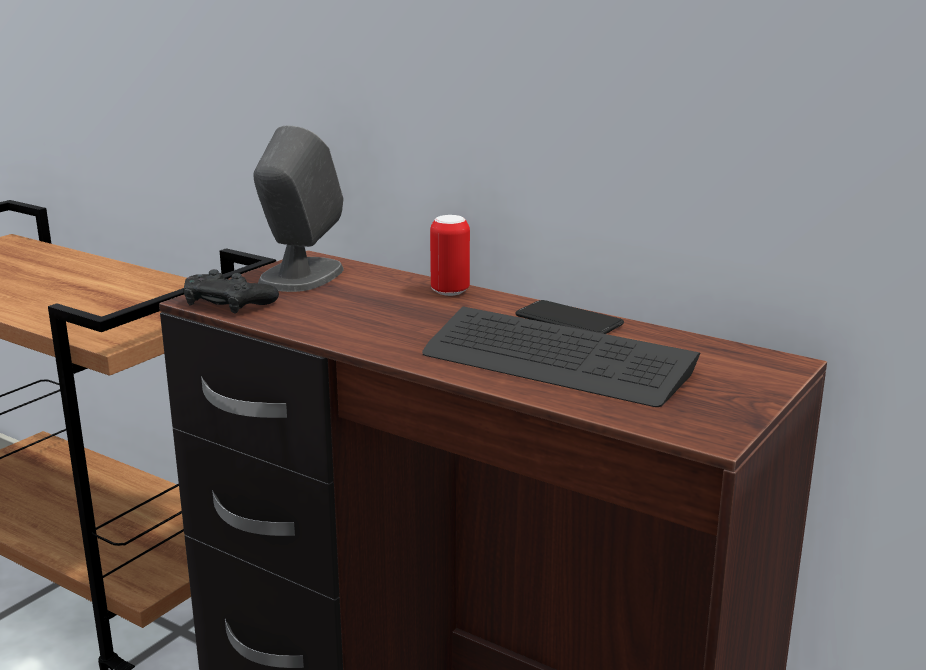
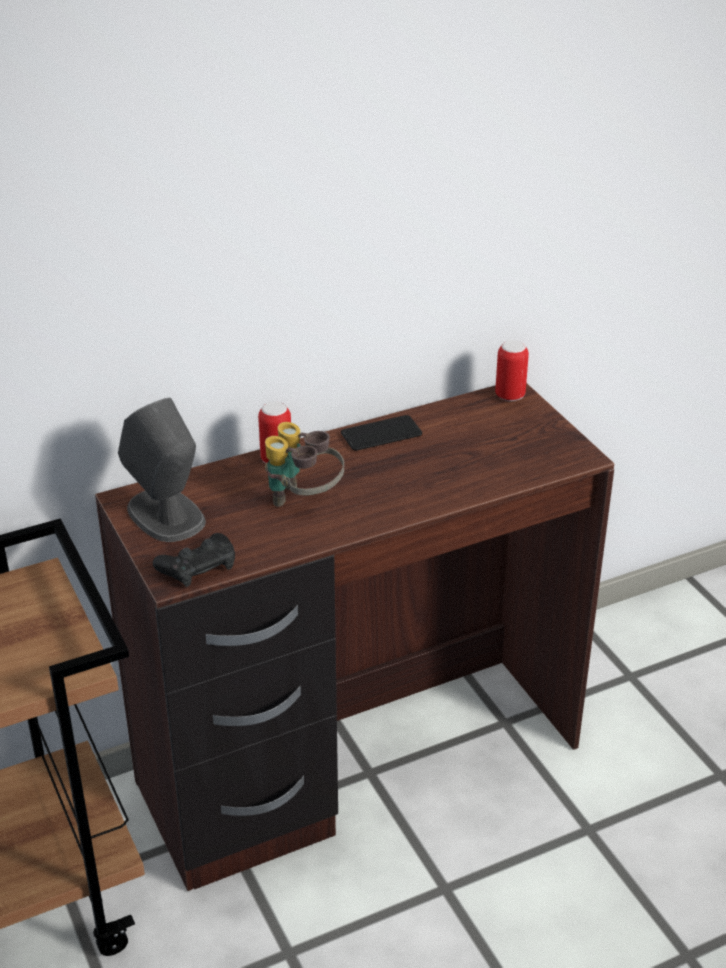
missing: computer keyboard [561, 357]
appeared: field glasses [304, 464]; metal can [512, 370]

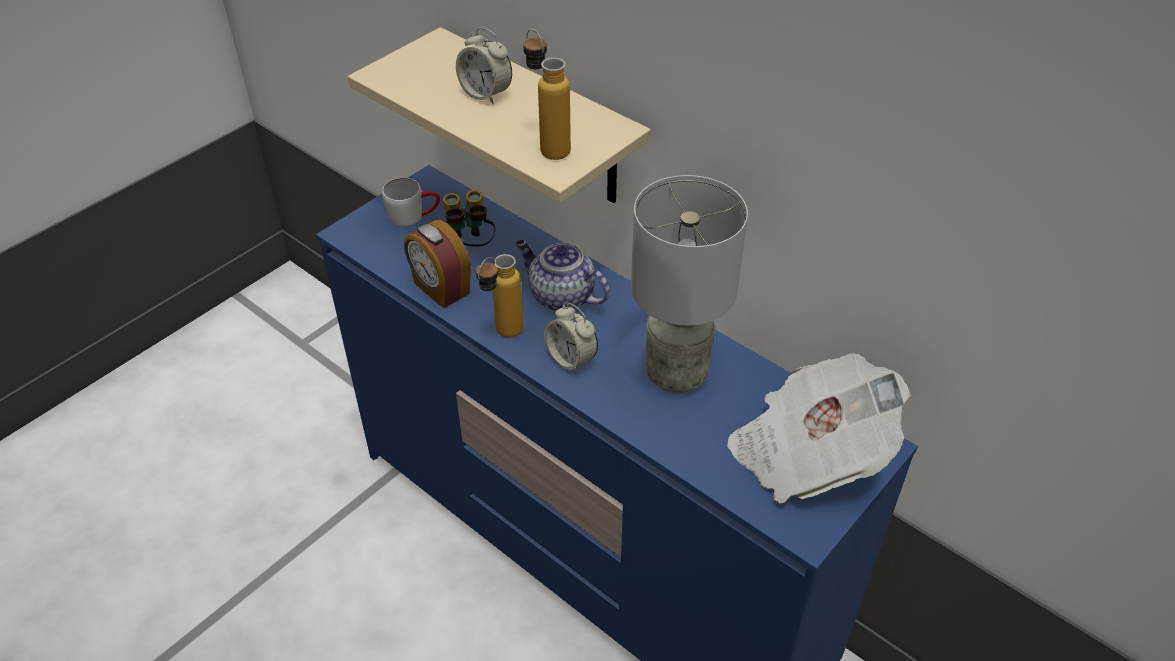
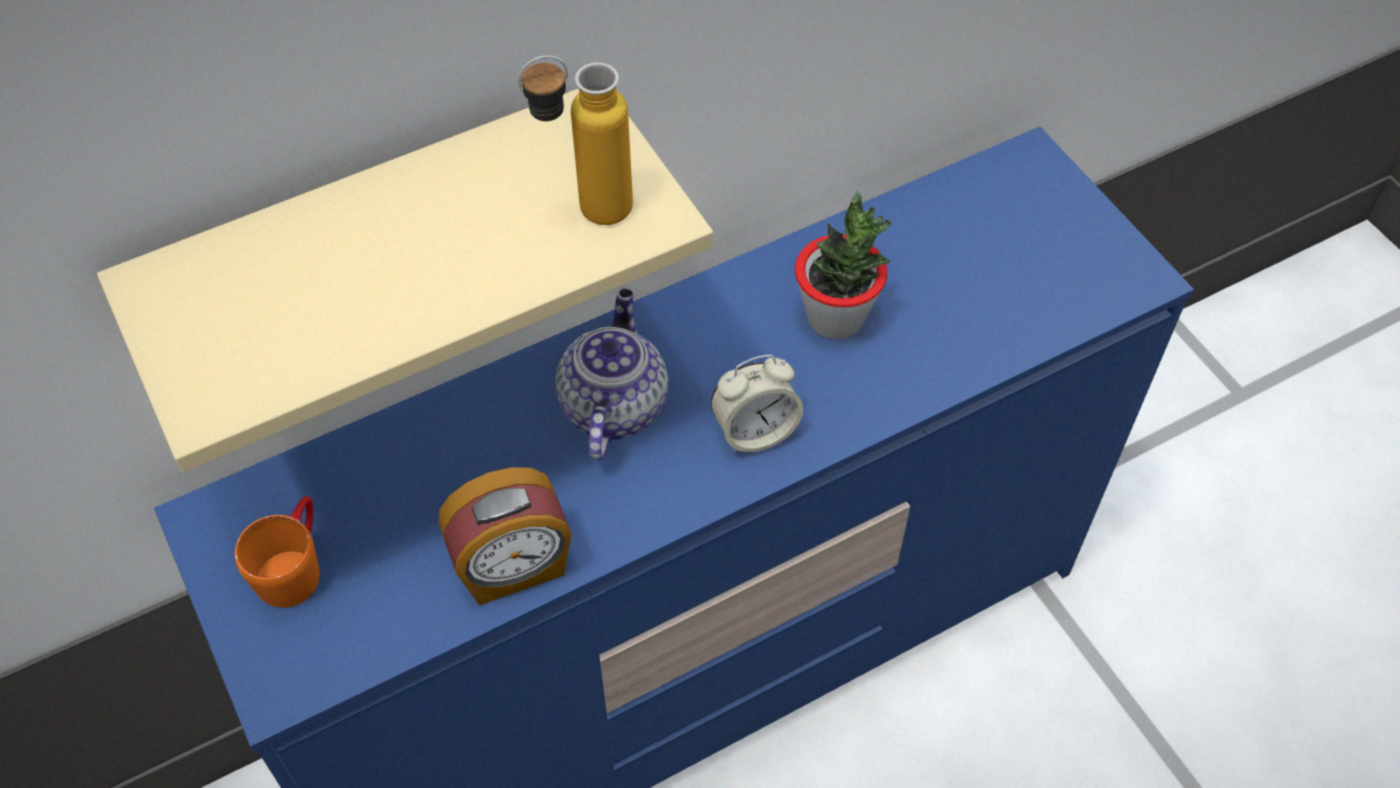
missing: field glasses [469, 218]; bedside clock [484, 65]; drink bottle [499, 296]; newspaper [819, 428]
exchanged: table lamp (gray) [689, 284] to potted plant [843, 266]
colour: tea mug (white-coloured) [411, 202] to tea mug (orange) [277, 552]
spun: tea pot [563, 275] = [611, 375] 135 degrees clockwise

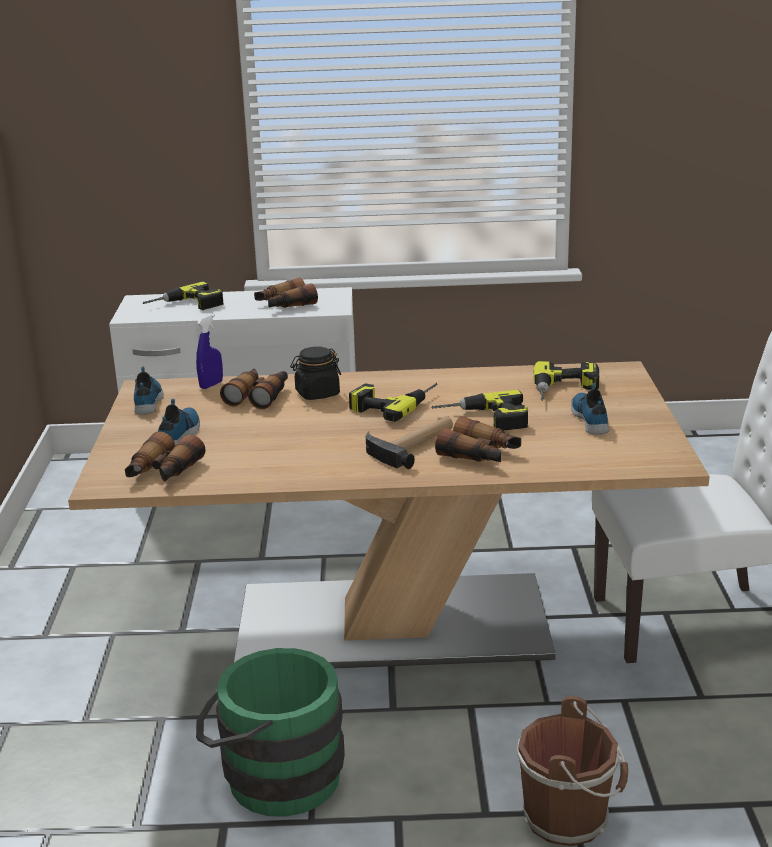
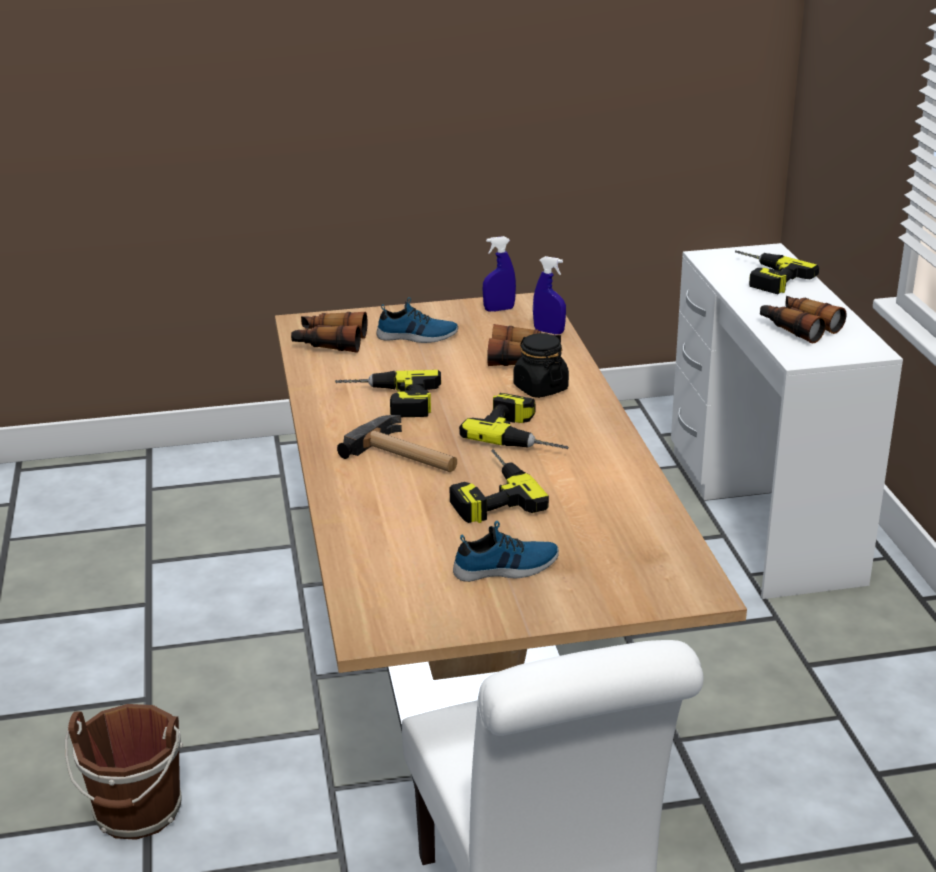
missing: water bucket (green-coloured) [270, 732]; field glasses [478, 439]
relocated: power drill [566, 381] to [388, 393]
exchanged: item of footwear [149, 390] to spray bottle (blue) [499, 274]

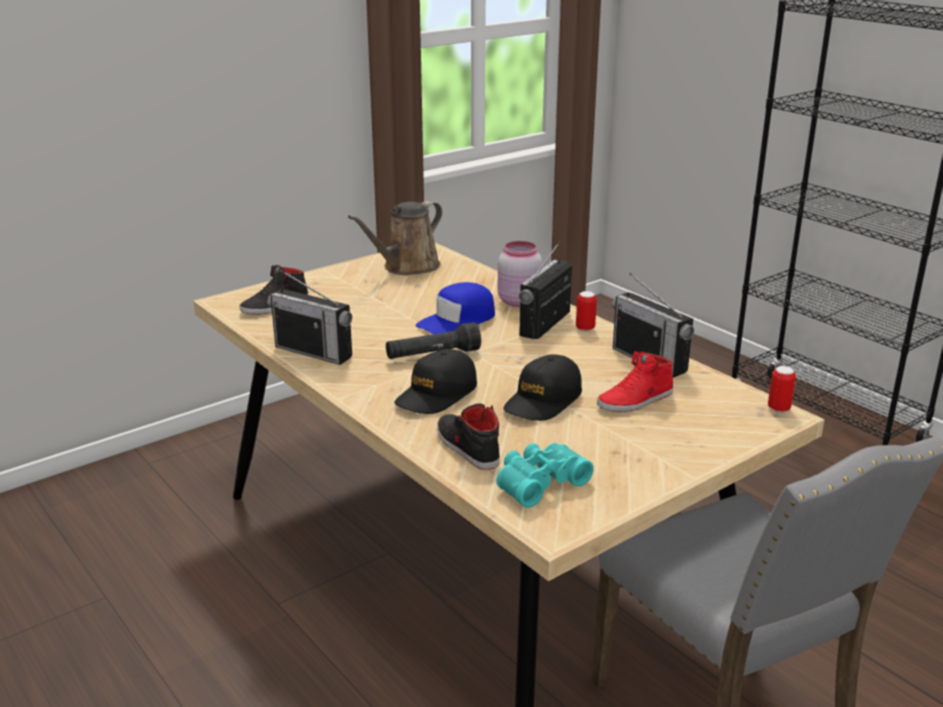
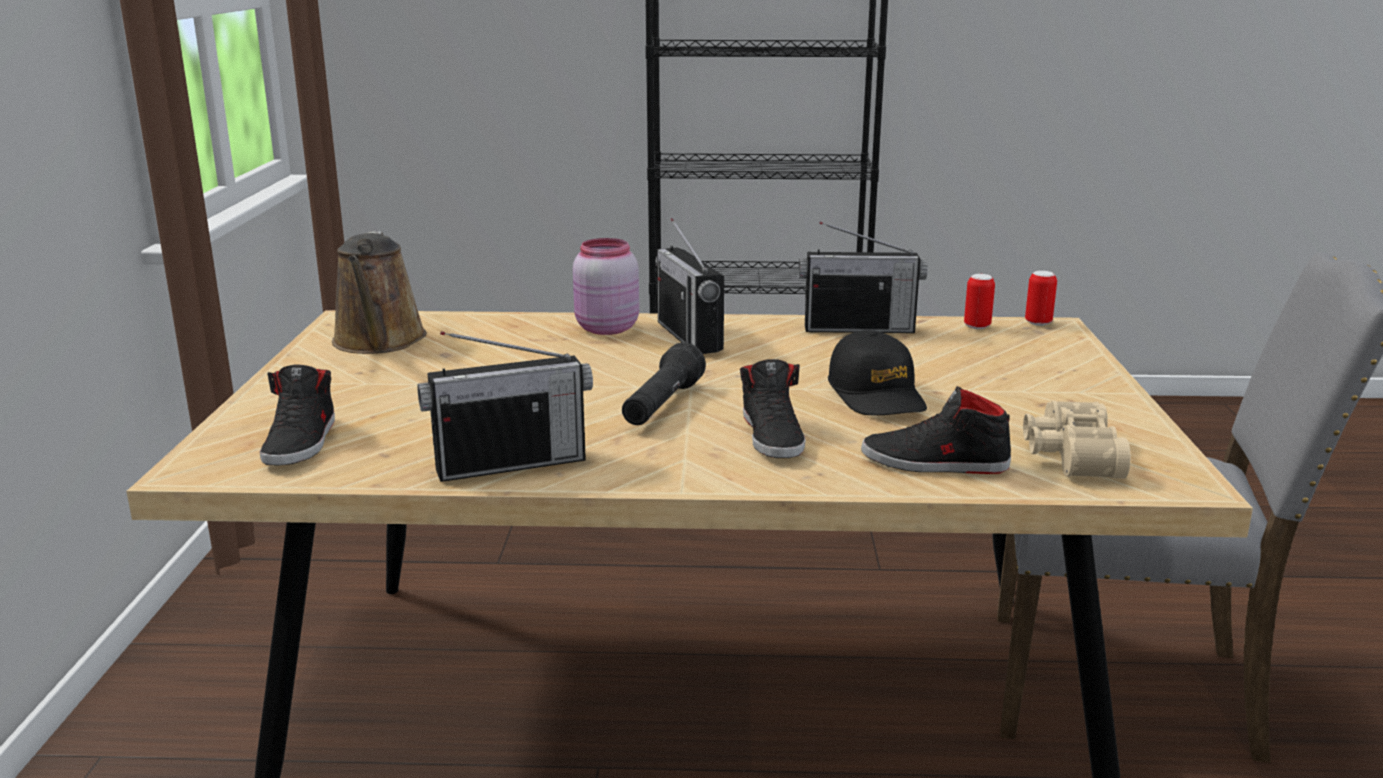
missing: cap (blue) [455, 308]; item of footwear (reddish) [635, 381]
relocated: metal can [586, 311] to [979, 301]
exchanged: cap (blackish) [435, 381] to item of footwear (blackish) [773, 408]
colour: field glasses (turquoise-coloured) [545, 475] to field glasses (sand-coloured) [1077, 439]

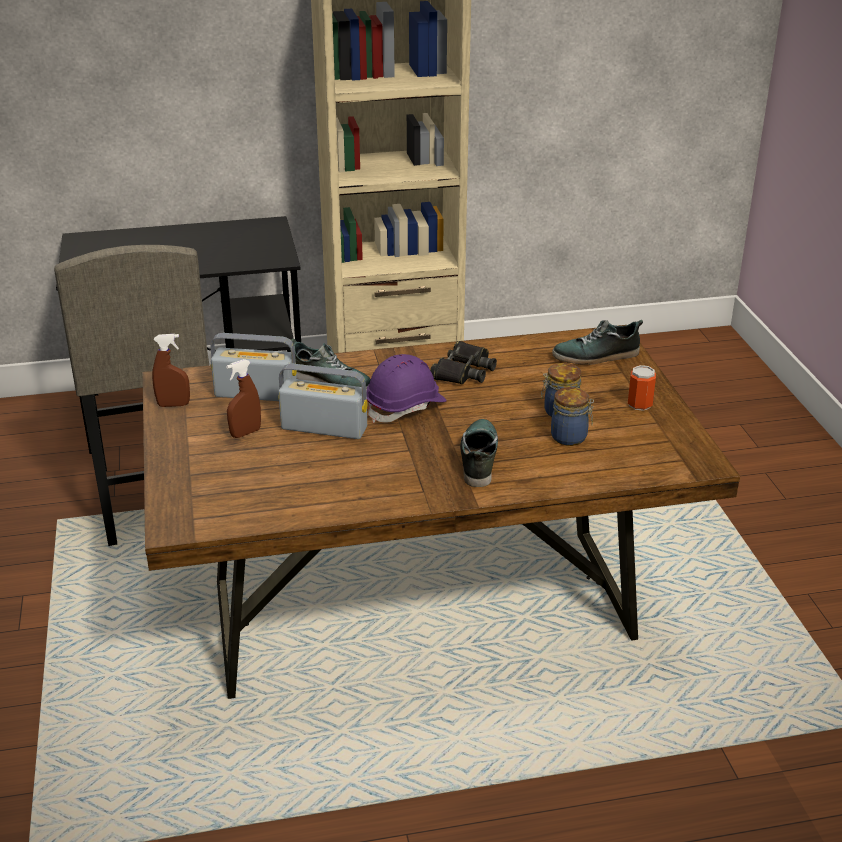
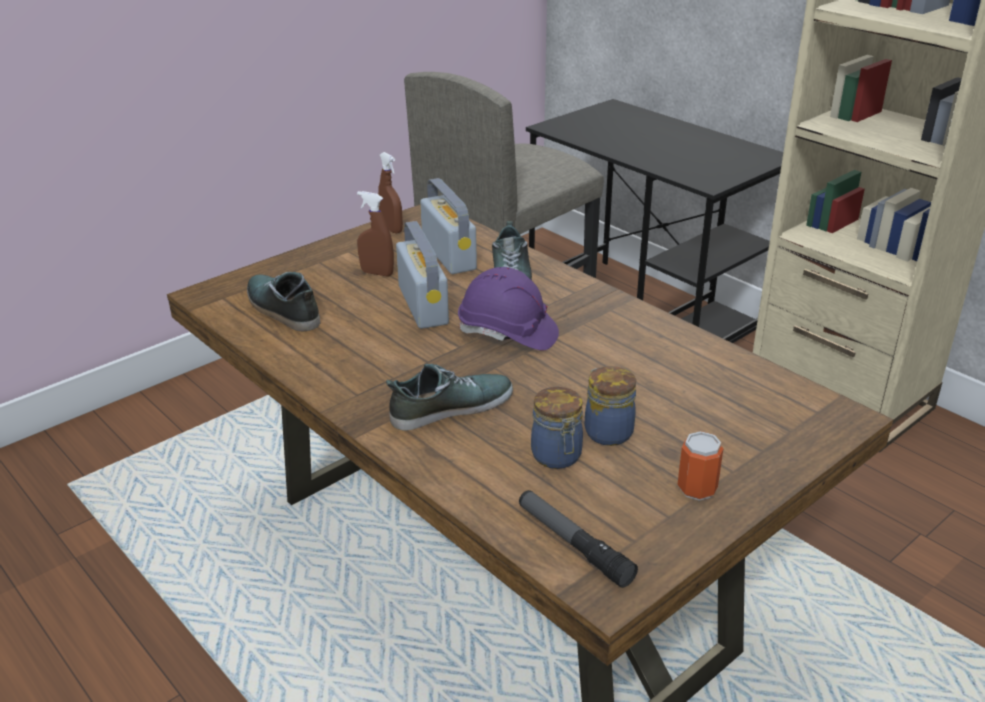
missing: field glasses (blackish) [463, 362]
appeared: hand torch [578, 539]
relocated: item of footwear [597, 342] to [283, 301]

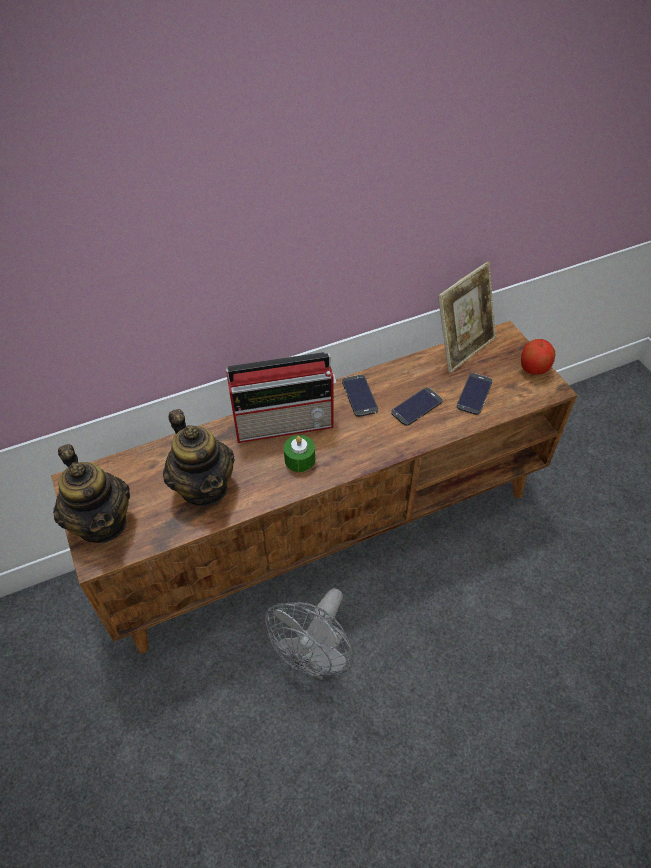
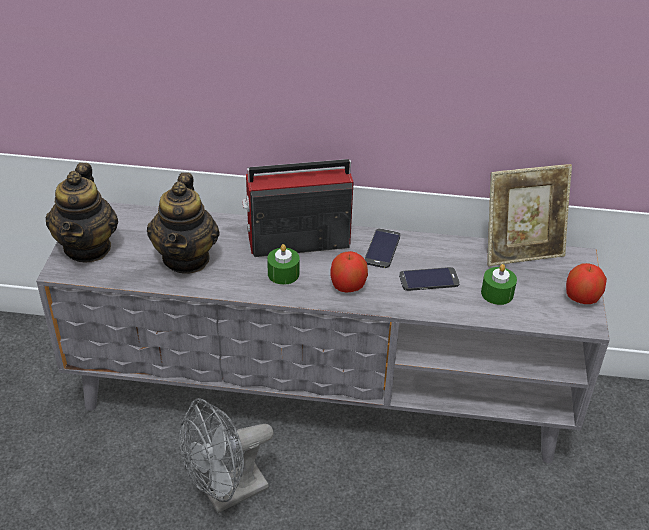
appeared: apple [349, 272]
exchanged: handset [474, 394] to wax light (green-coloured) [499, 284]
colour: media console (brown-coloured) [314, 487] to media console (gray) [323, 332]
spun: radio [281, 397] = [298, 208] 150 degrees clockwise

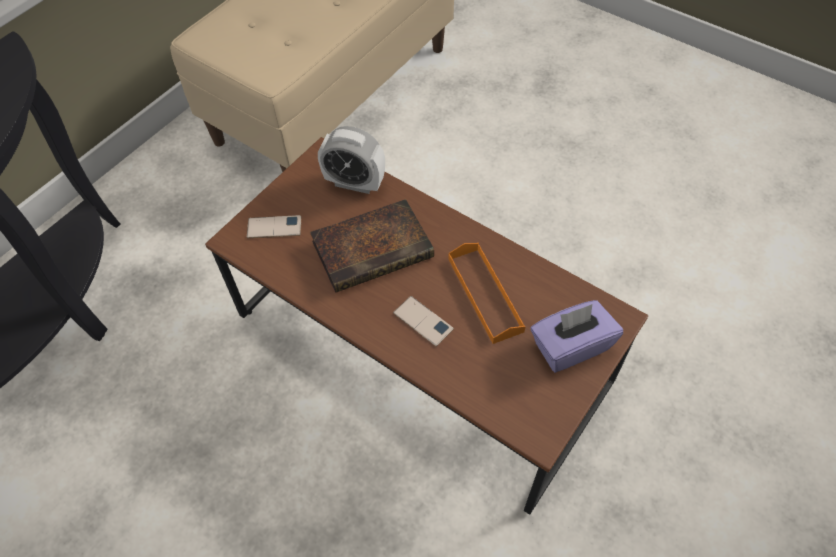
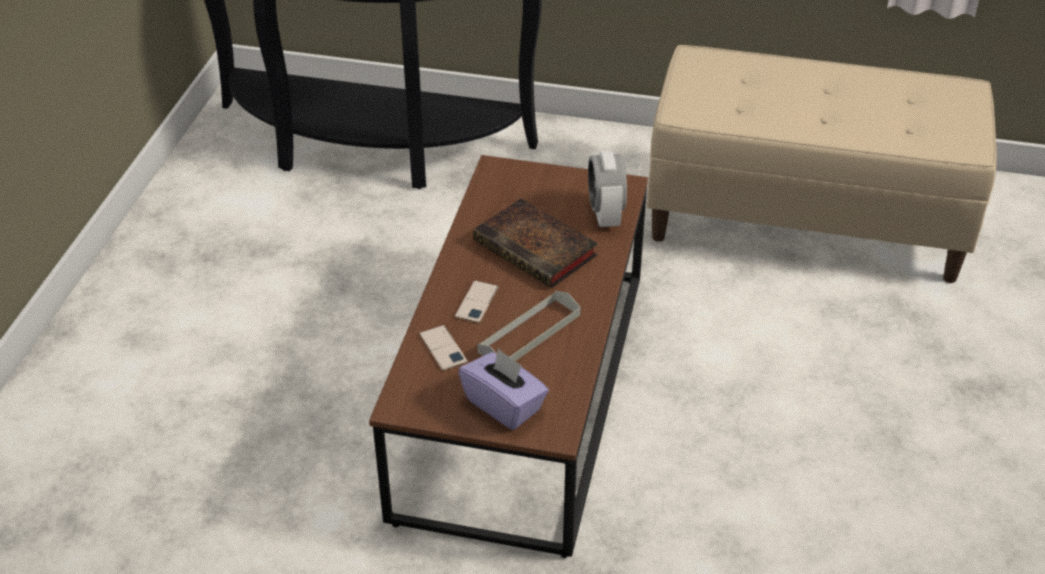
relocated: handset [274, 226] to [443, 348]
colour: serving tray (orange) [487, 293] to serving tray (gray) [529, 326]

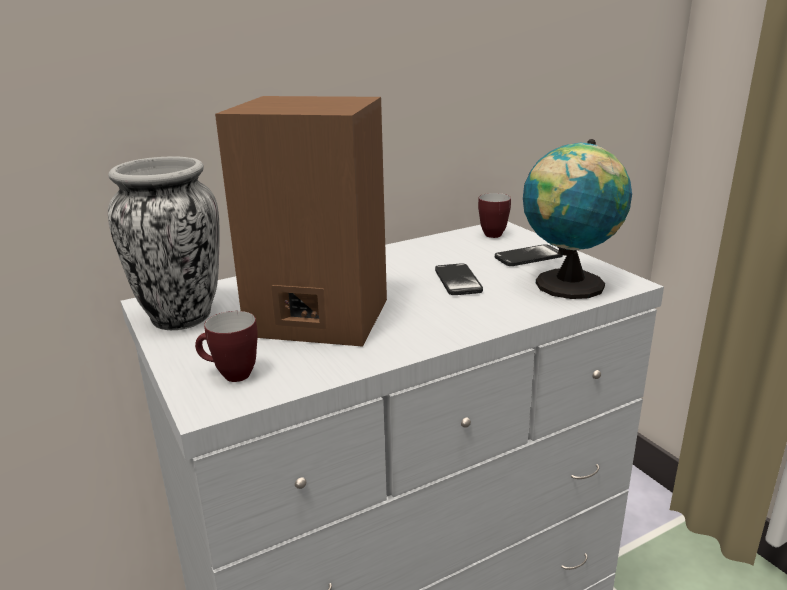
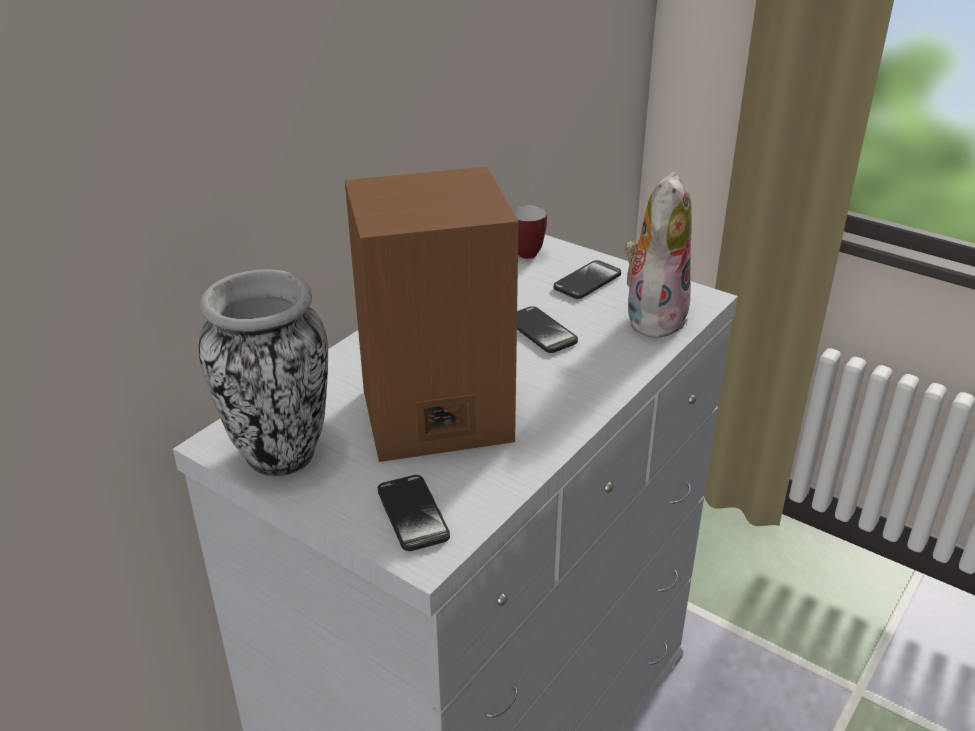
exchanged: tea mug [226, 346] to handset [414, 513]; desk globe [577, 219] to cuddly toy [658, 255]

